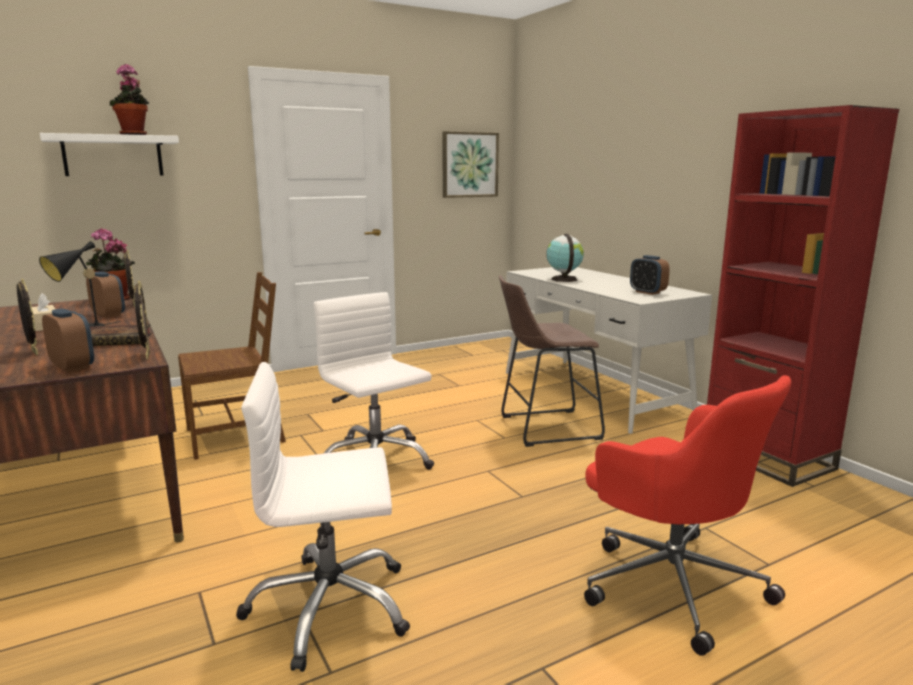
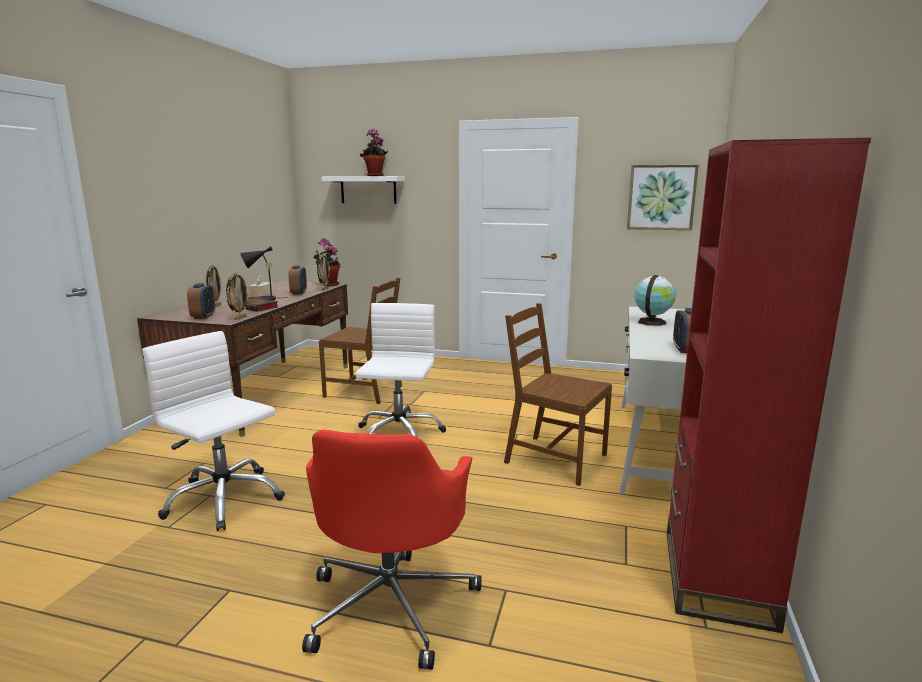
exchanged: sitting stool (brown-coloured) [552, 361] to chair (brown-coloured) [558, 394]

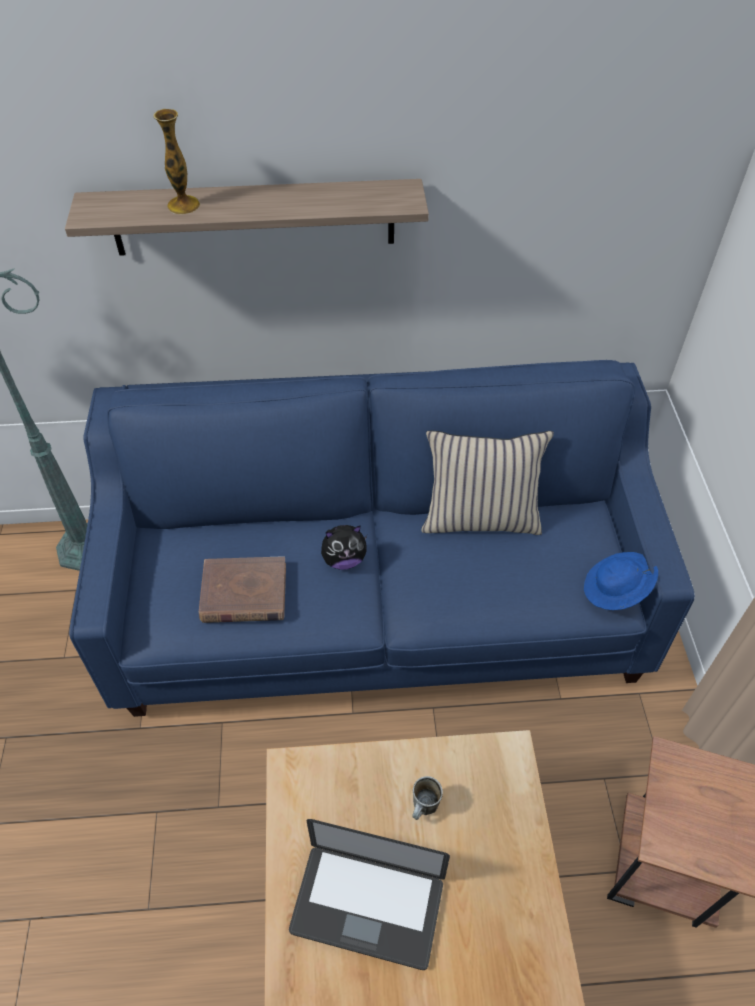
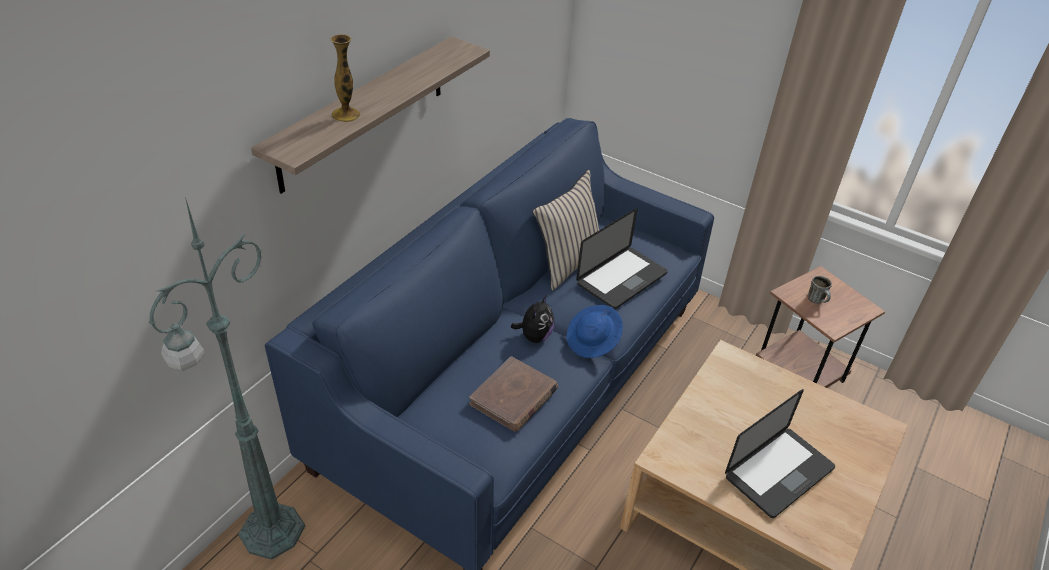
appeared: laptop [622, 258]
relocated: tea mug [427, 798] to [820, 290]; wearable hat (blue) [621, 581] to [595, 331]

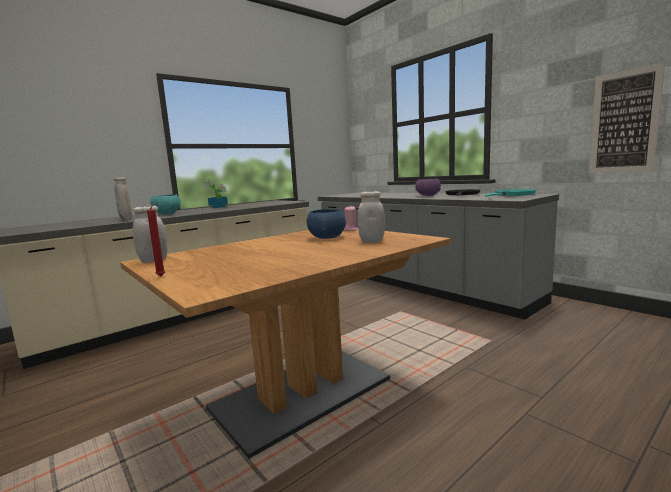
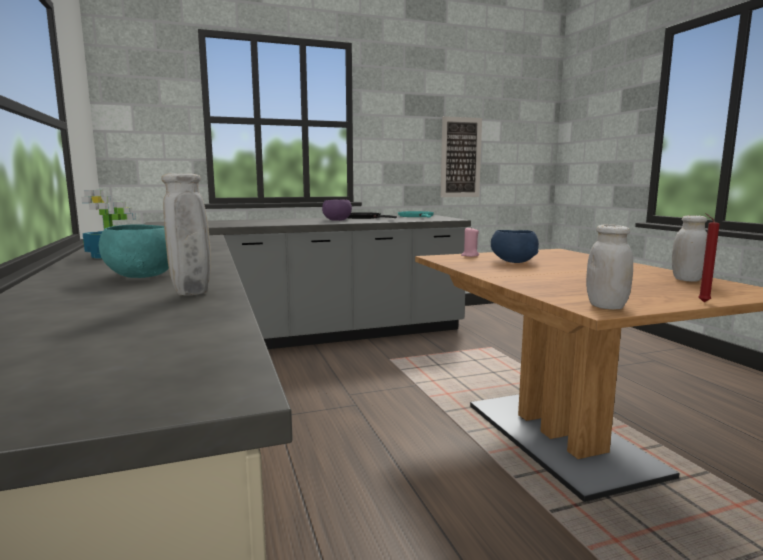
relocated: preserve jar (white-coloured) [371, 217] to [689, 248]

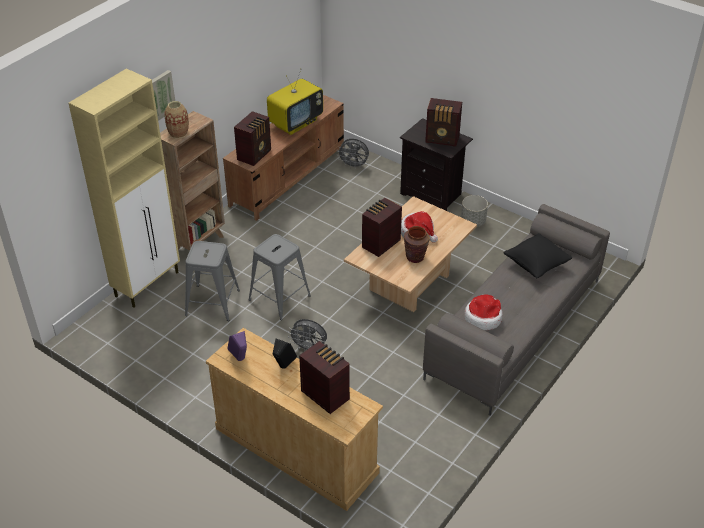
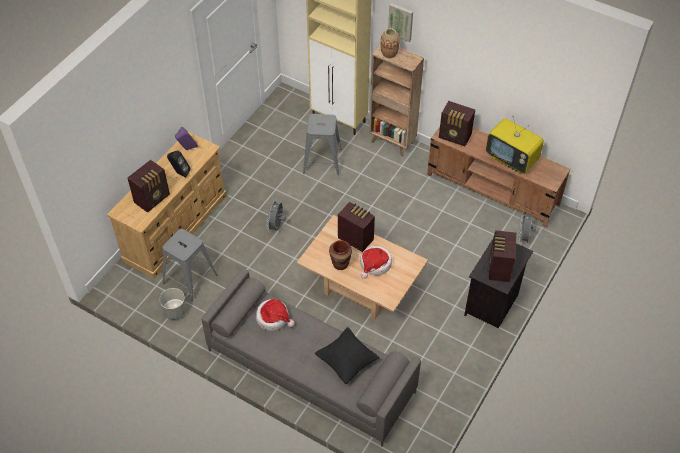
relocated: sitting stool (gray) [280, 277] to [189, 265]; planter (gray) [474, 211] to [173, 304]

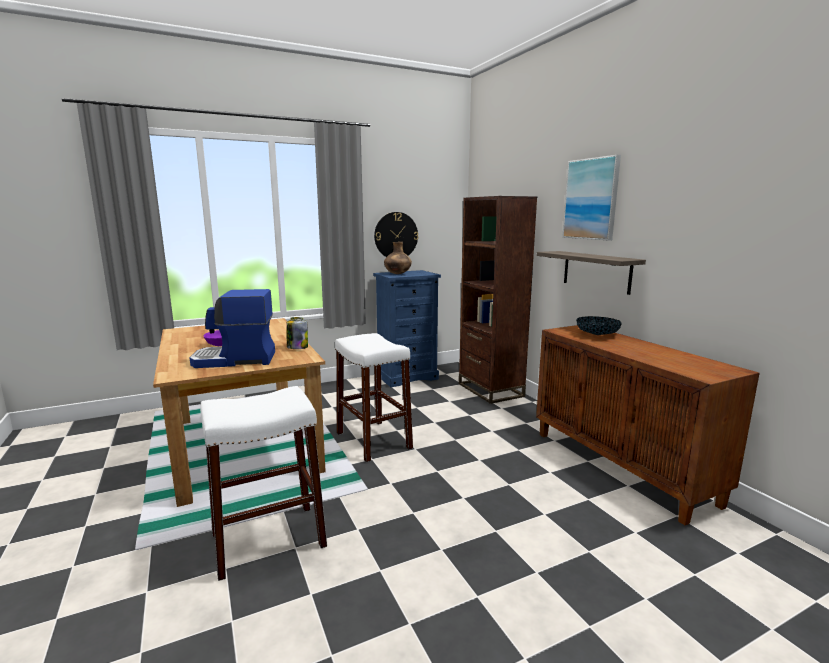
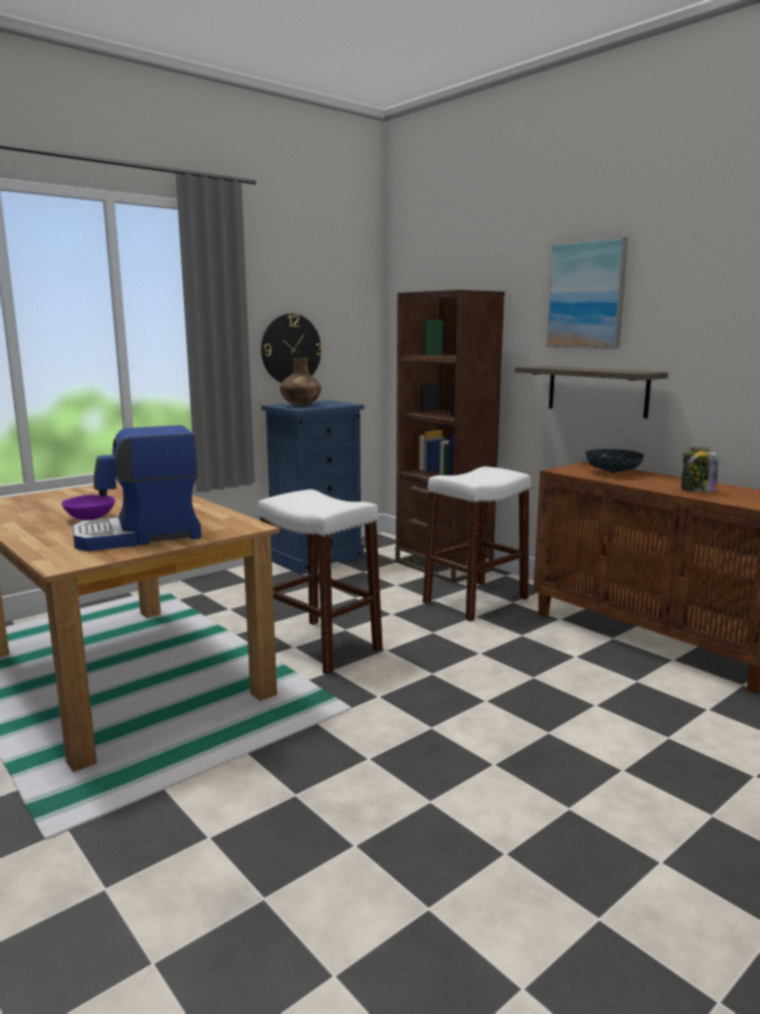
relocated: sitting stool (white-coloured) [263, 483] to [477, 544]; preserve jar [297, 333] to [699, 469]

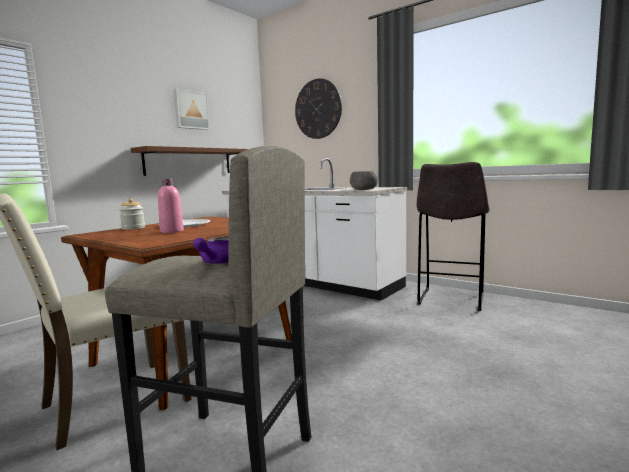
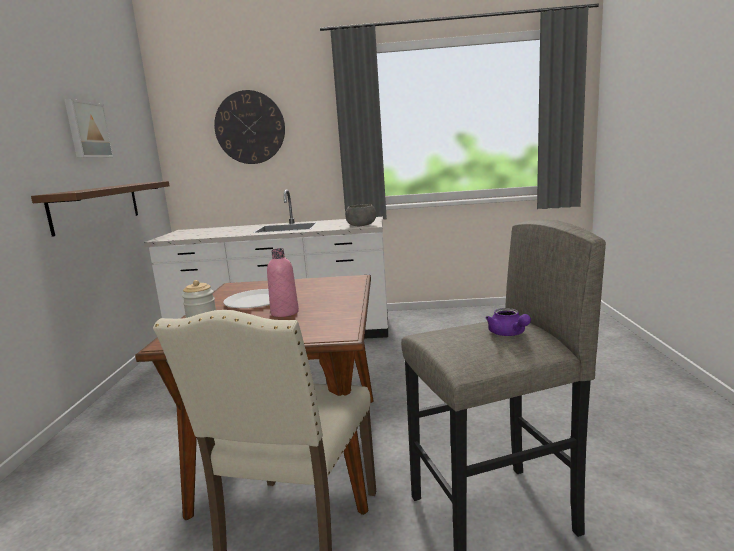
missing: sitting stool (gray) [453, 236]

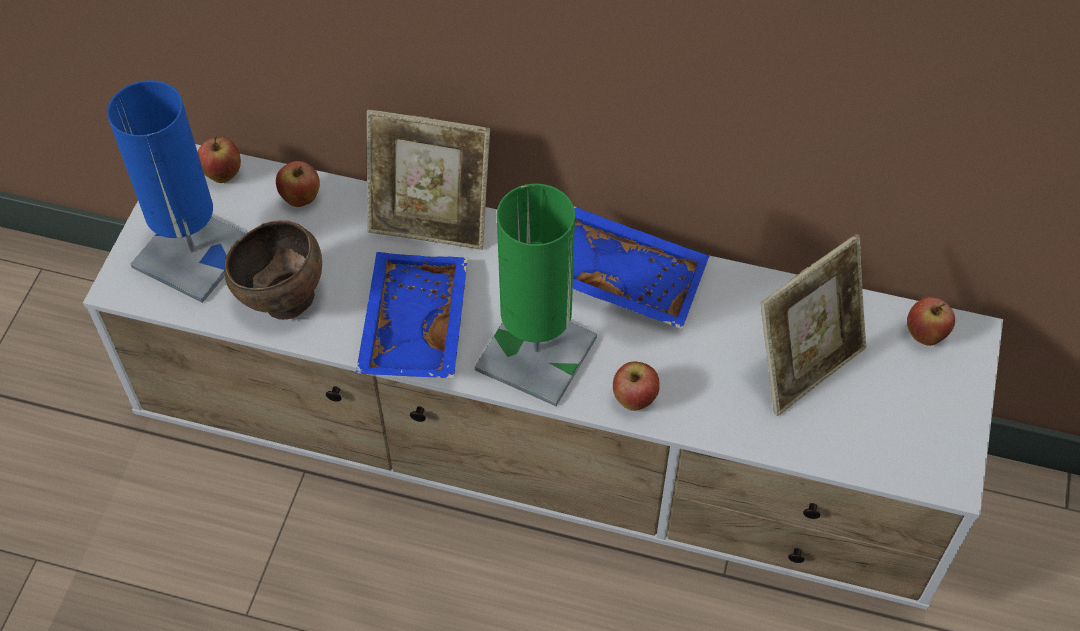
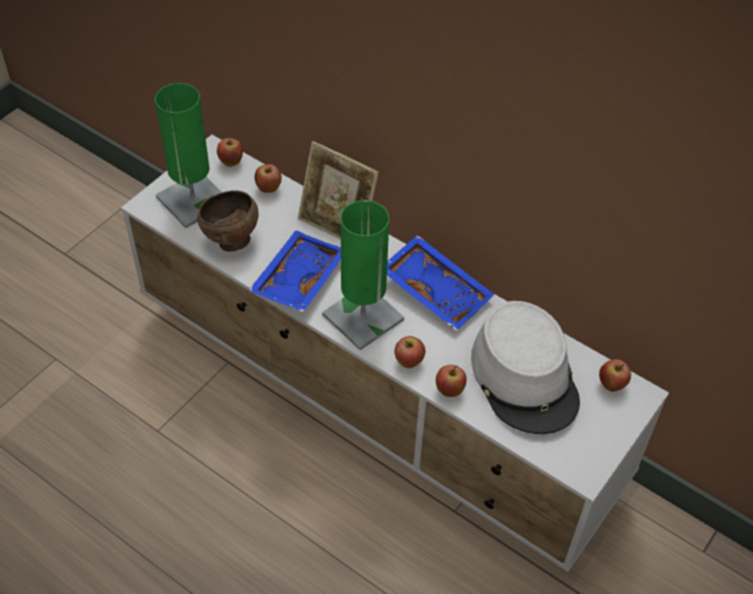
appeared: apple [451, 381]
exchanged: photo frame [813, 325] to wearable hat (gray) [525, 367]
colour: table lamp (blue) [176, 191] to table lamp (green-coloured) [188, 155]

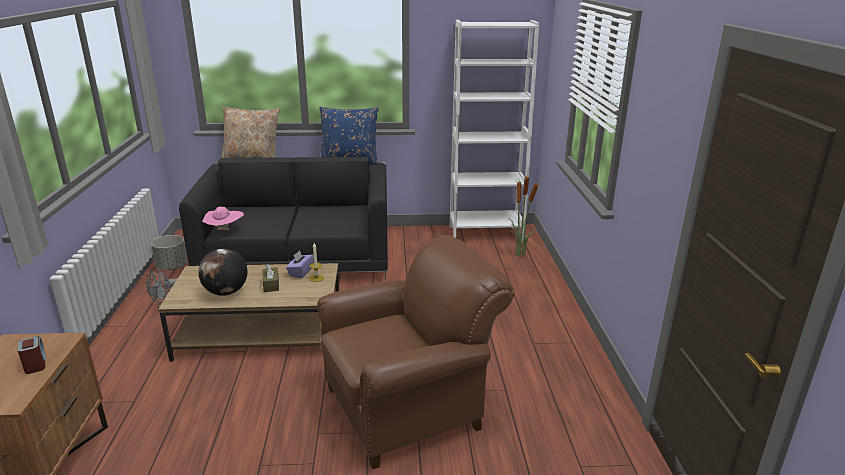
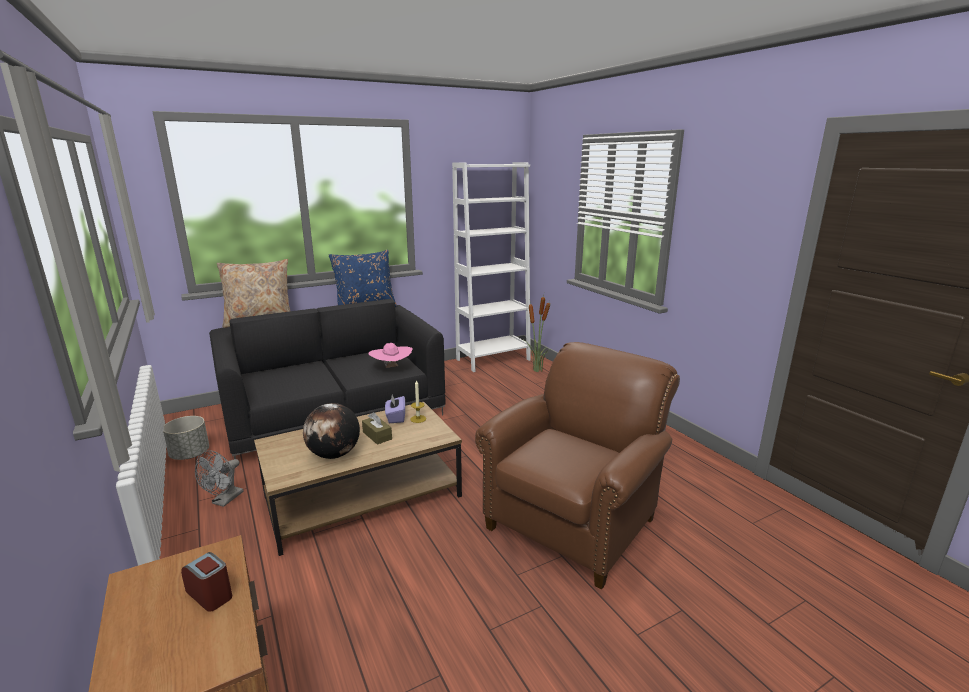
relocated: wearable hat (pink-coloured) [223, 218] to [390, 355]

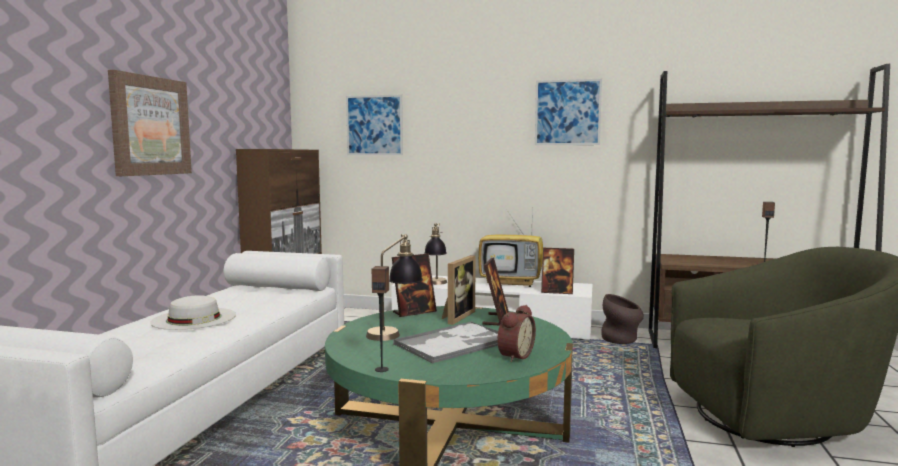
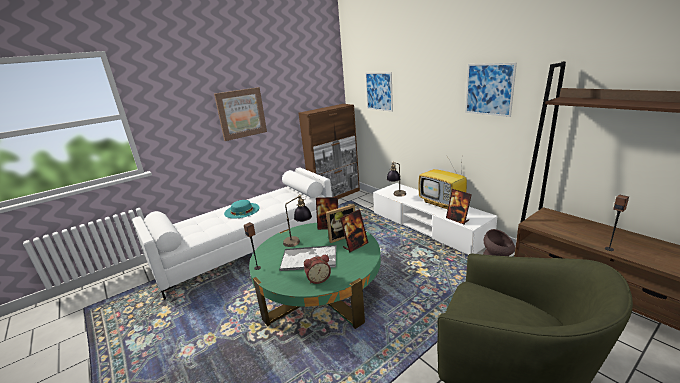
colour: wearable hat (white-coloured) [193, 312] to wearable hat (turquoise-coloured) [242, 209]

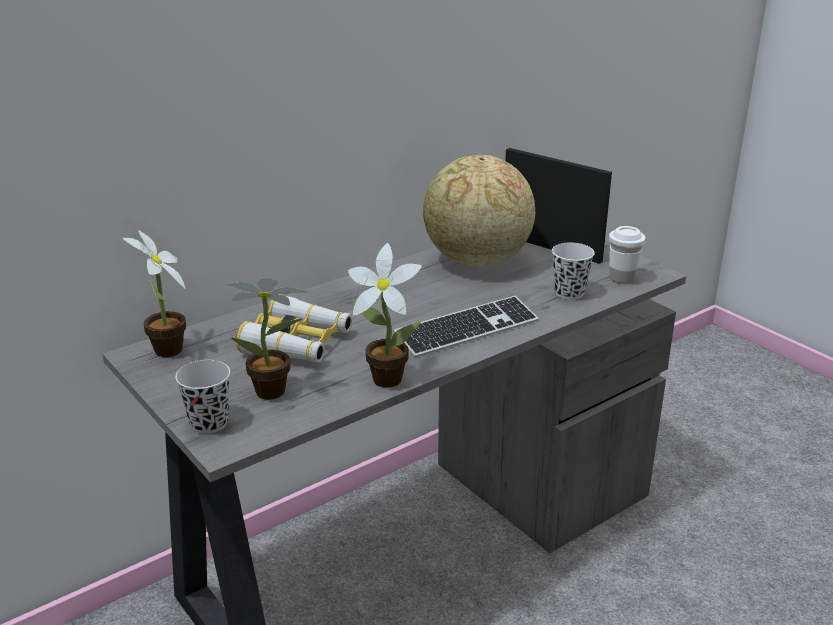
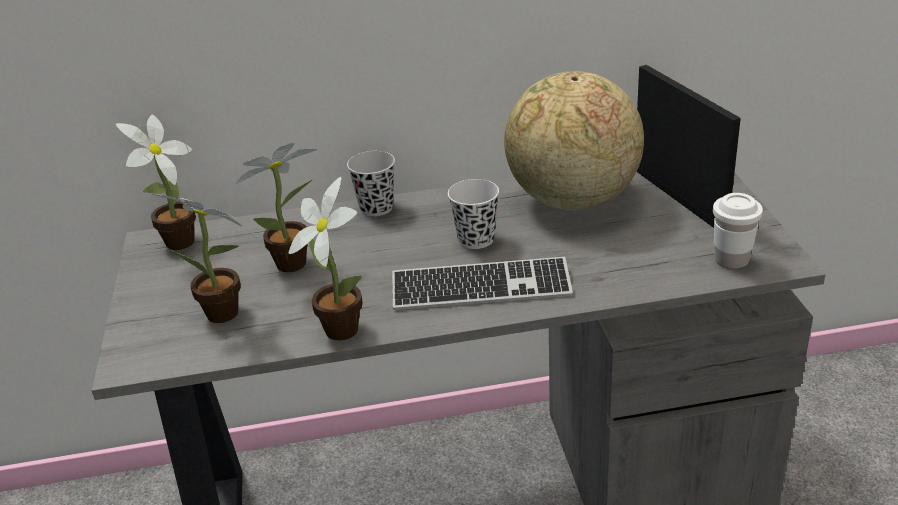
relocated: drinking cup (blackish) [202, 397] to [371, 183]; drinking cup (white-coloured) [573, 271] to [473, 214]
exchanged: field glasses [294, 328] to potted plant [277, 207]

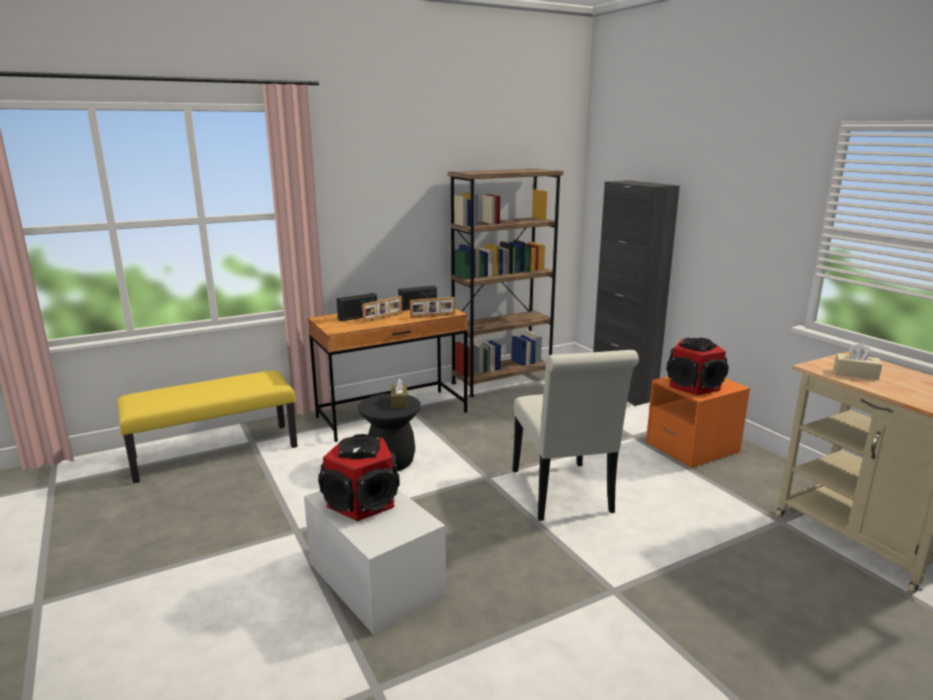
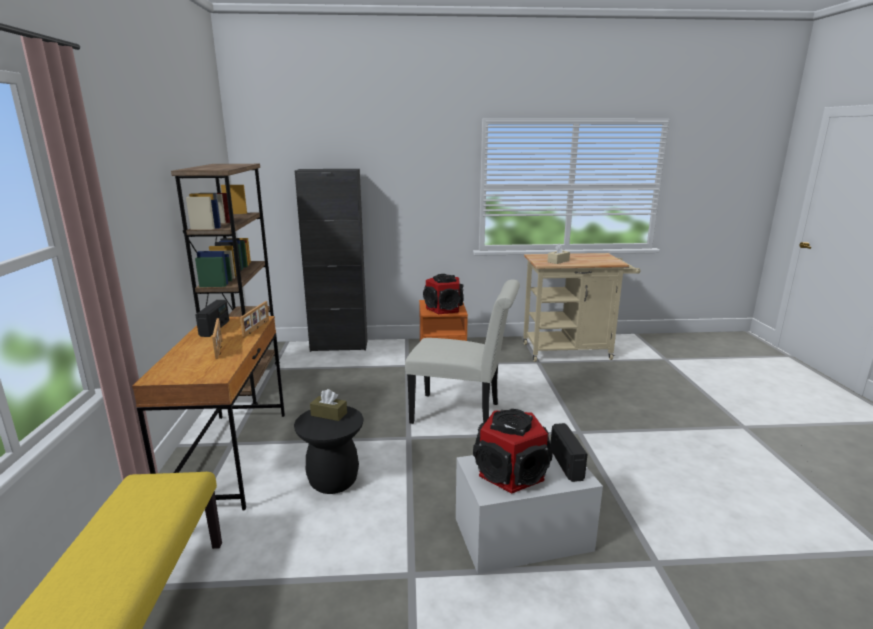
relocated: radio [356, 307] to [569, 452]

